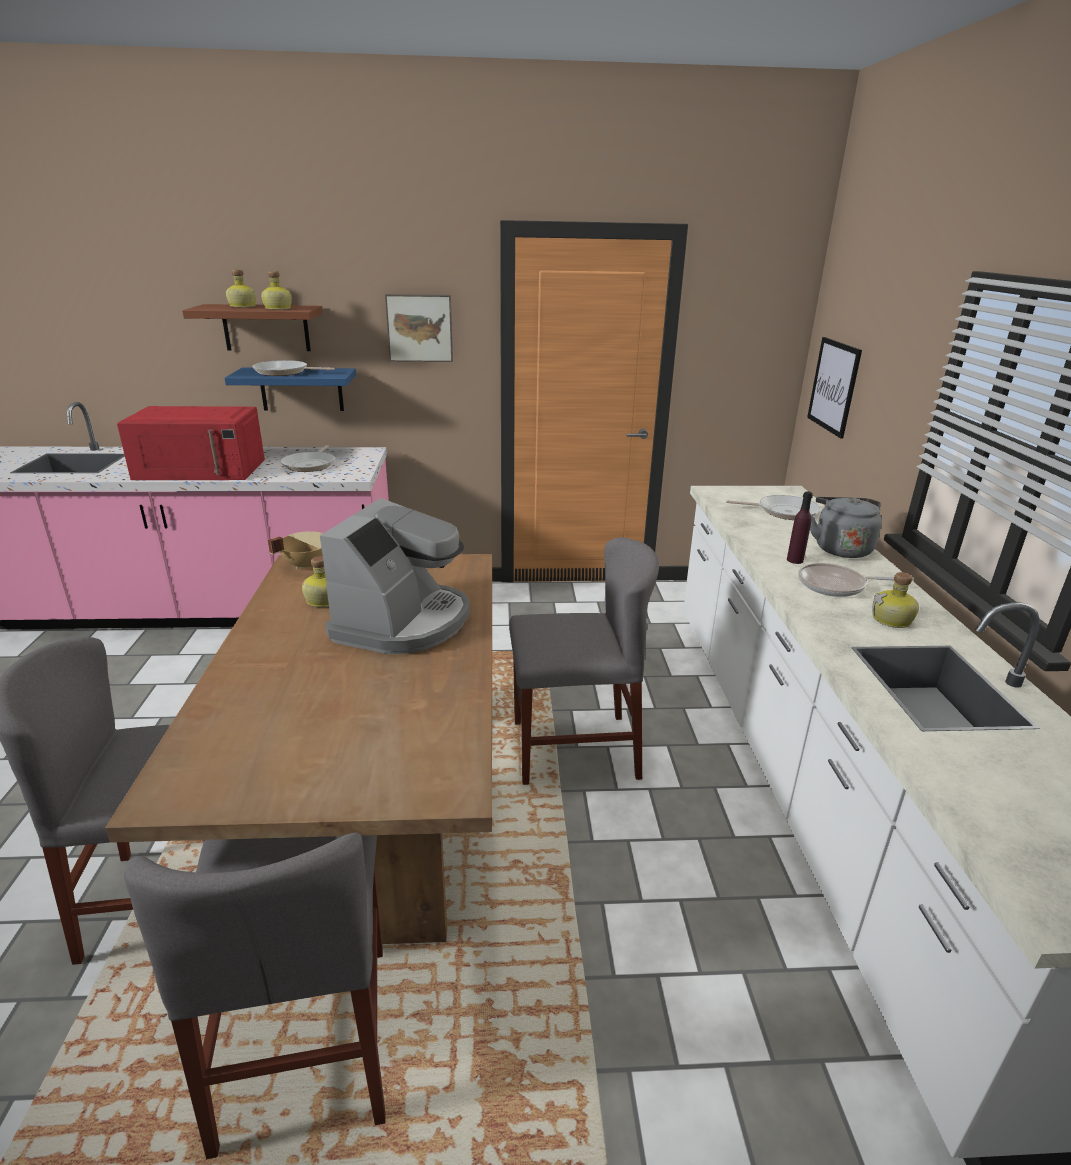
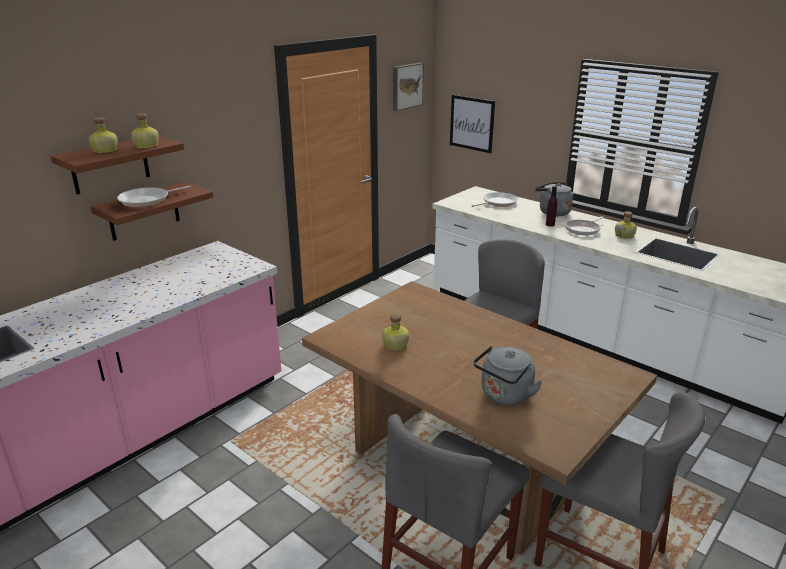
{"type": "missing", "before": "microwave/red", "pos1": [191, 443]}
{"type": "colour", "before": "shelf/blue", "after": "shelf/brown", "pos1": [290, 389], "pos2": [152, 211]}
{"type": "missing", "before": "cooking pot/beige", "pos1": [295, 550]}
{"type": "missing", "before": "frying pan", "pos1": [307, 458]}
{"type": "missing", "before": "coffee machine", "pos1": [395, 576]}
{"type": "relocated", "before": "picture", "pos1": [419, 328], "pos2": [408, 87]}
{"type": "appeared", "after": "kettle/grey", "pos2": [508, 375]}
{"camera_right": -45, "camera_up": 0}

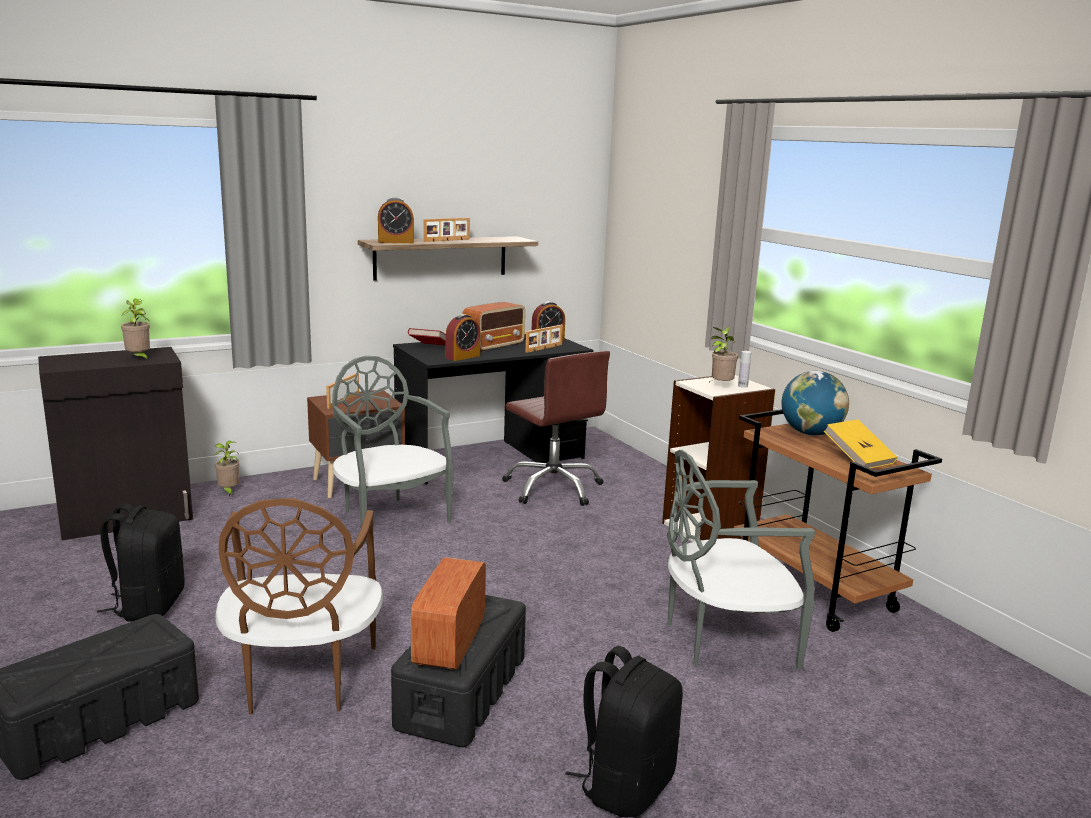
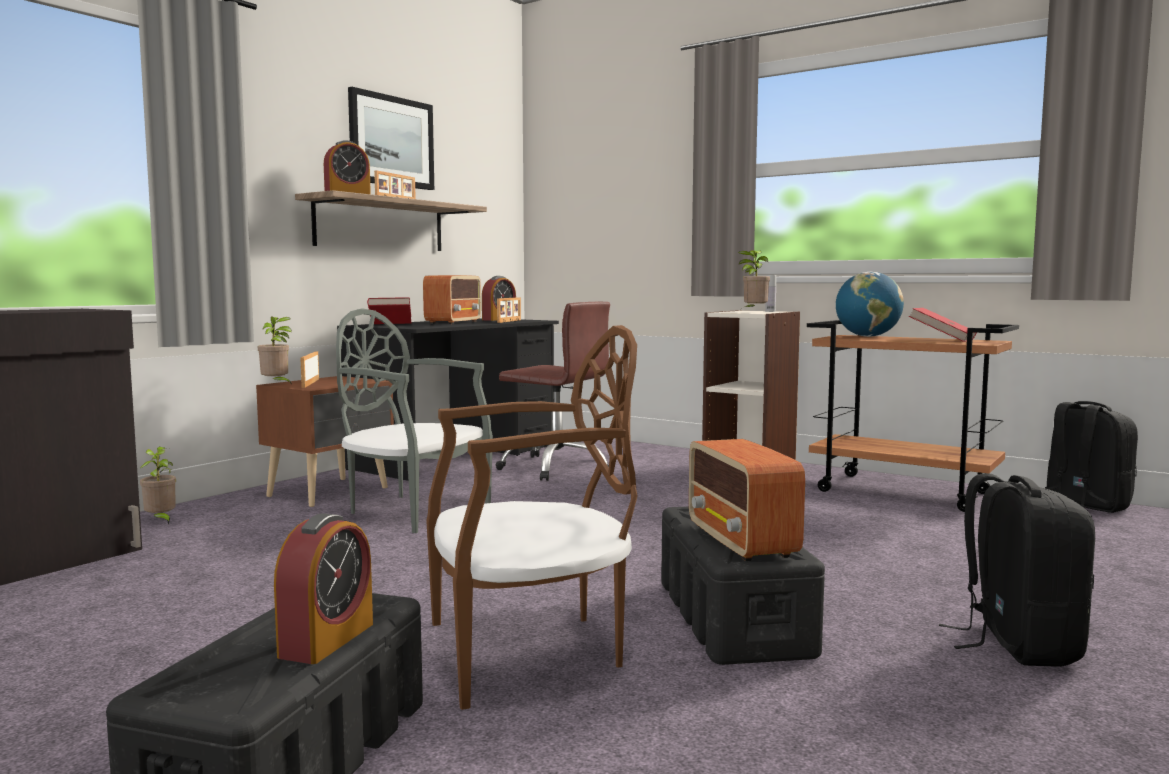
{"type": "relocated", "before": "backpack/black", "pos1": [141, 562], "pos2": [1091, 457]}
{"type": "relocated", "before": "potted plant", "pos1": [135, 329], "pos2": [275, 350]}
{"type": "spun", "before": "chair/brown", "pos1": [299, 606], "pos2": [532, 517], "turn": -75}
{"type": "relocated", "before": "alarm clock", "pos1": [463, 337], "pos2": [323, 588]}
{"type": "missing", "before": "chair/grey", "pos1": [741, 560]}
{"type": "colour", "before": "book/yellow", "after": "book/red", "pos1": [860, 444], "pos2": [942, 325]}
{"type": "appeared", "after": "picture", "pos2": [391, 138]}
{"camera_right": -25, "camera_up": -10}

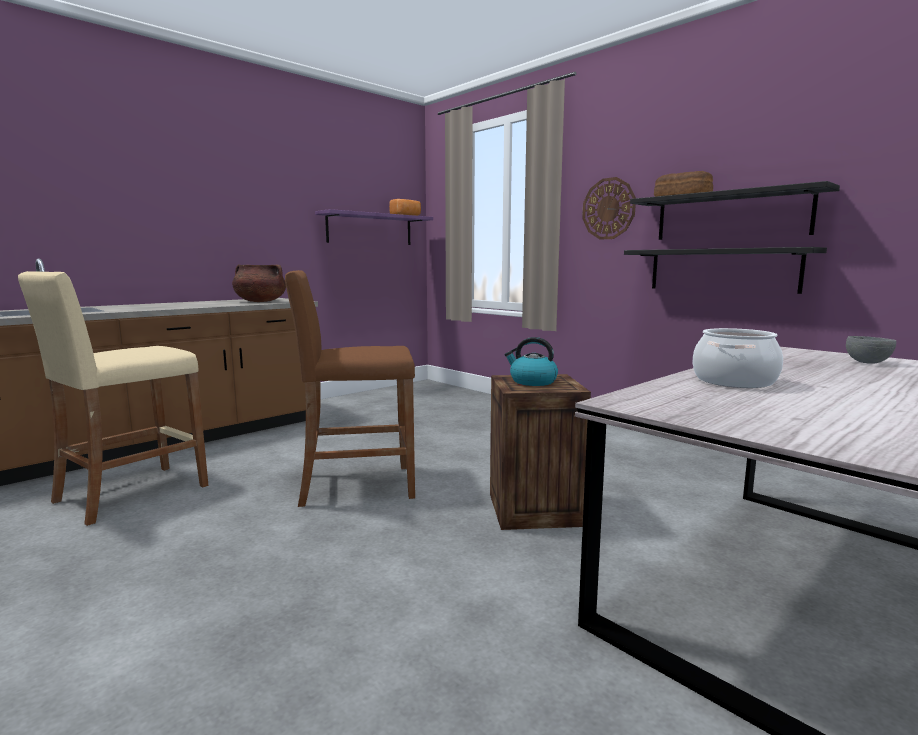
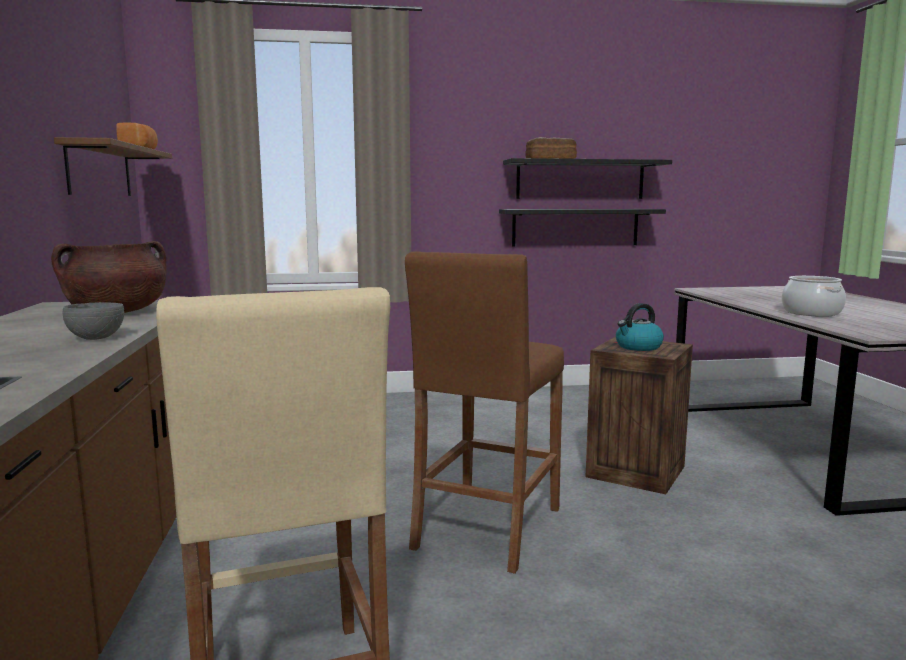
{"type": "colour", "before": "shelf/purple", "after": "shelf/brown", "pos1": [374, 227], "pos2": [113, 166]}
{"type": "missing", "before": "wall clock", "pos1": [609, 208]}
{"type": "relocated", "before": "bowl/grey", "pos1": [871, 350], "pos2": [93, 321]}
{"camera_right": -55, "camera_up": 0}

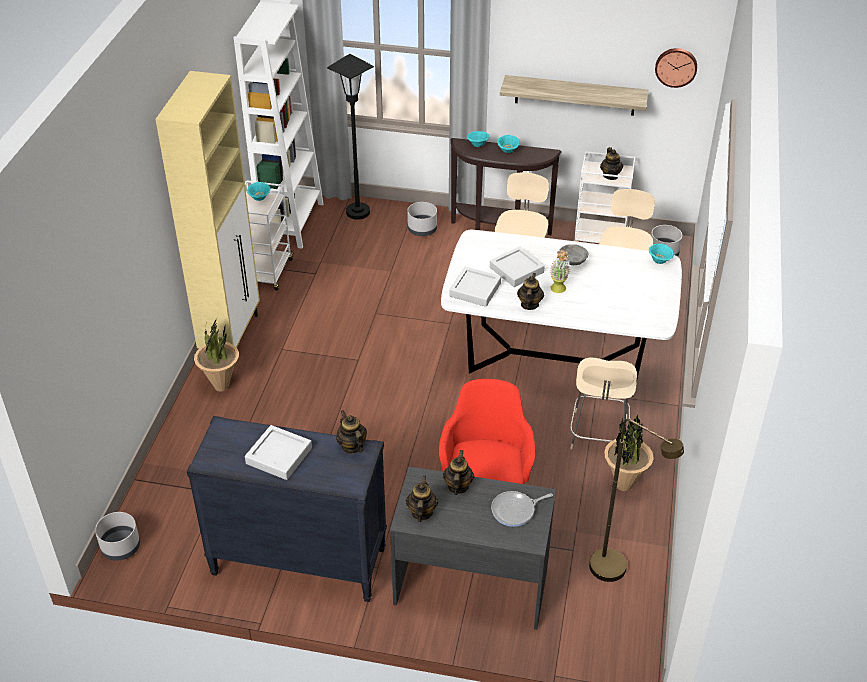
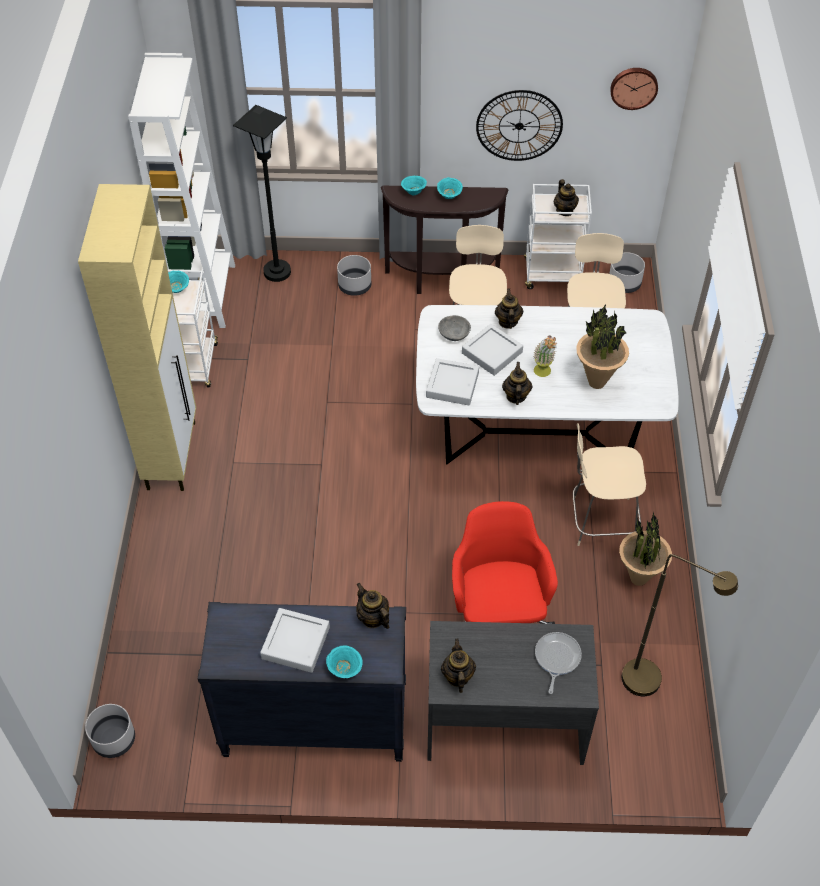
{"type": "relocated", "before": "potted plant", "pos1": [216, 354], "pos2": [602, 347]}
{"type": "relocated", "before": "teapot", "pos1": [459, 472], "pos2": [509, 308]}
{"type": "spun", "before": "frying pan", "pos1": [522, 509], "pos2": [558, 663], "turn": 135}
{"type": "exchanged", "before": "shelf", "after": "wall clock", "pos1": [574, 95], "pos2": [519, 125]}
{"type": "relocated", "before": "bowl/grey", "pos1": [573, 254], "pos2": [454, 328]}
{"type": "spun", "before": "chair/beige", "pos1": [603, 403], "pos2": [609, 484], "turn": 90}
{"type": "relocated", "before": "bowl/turquoise", "pos1": [661, 253], "pos2": [344, 661]}
{"camera_right": -10, "camera_up": 10}

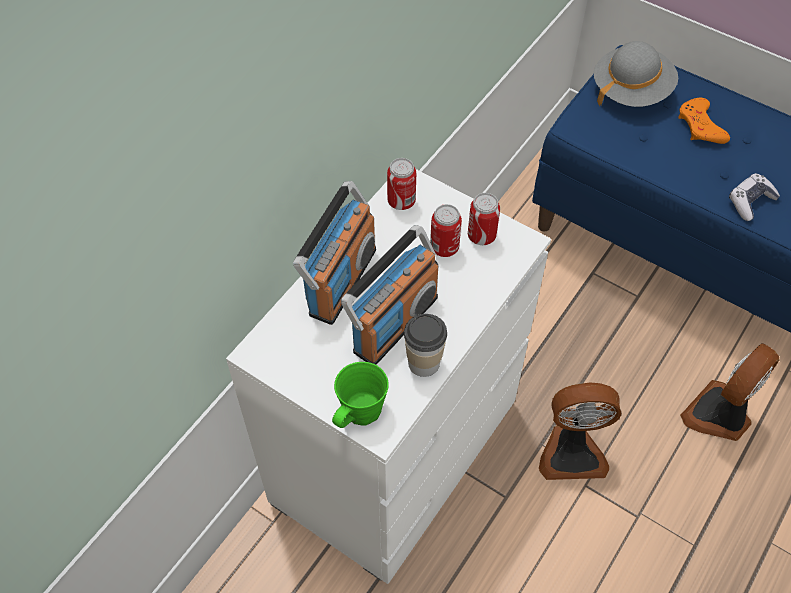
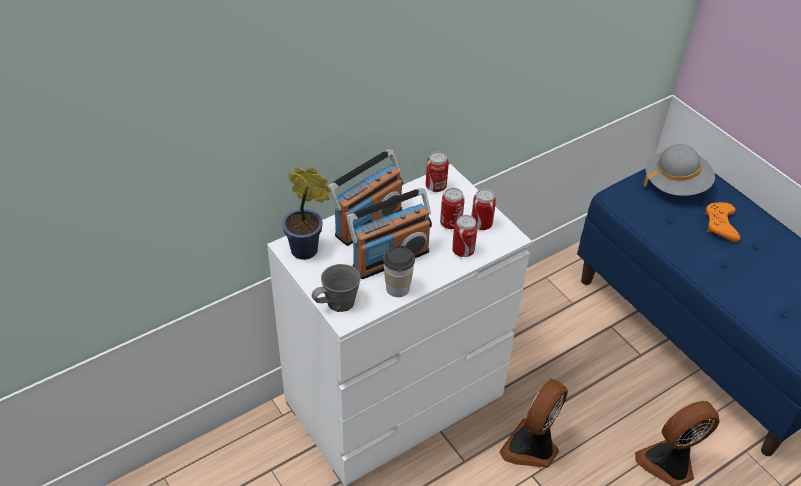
{"type": "colour", "before": "mug/green", "after": "mug/grey", "pos1": [360, 395], "pos2": [336, 288]}
{"type": "spun", "before": "fan", "pos1": [580, 431], "pos2": [533, 423], "turn": 105}
{"type": "missing", "before": "game controller", "pos1": [754, 197]}
{"type": "appeared", "after": "potted plant", "pos2": [306, 213]}
{"type": "appeared", "after": "can", "pos2": [465, 236]}
{"camera_right": 20, "camera_up": -10}

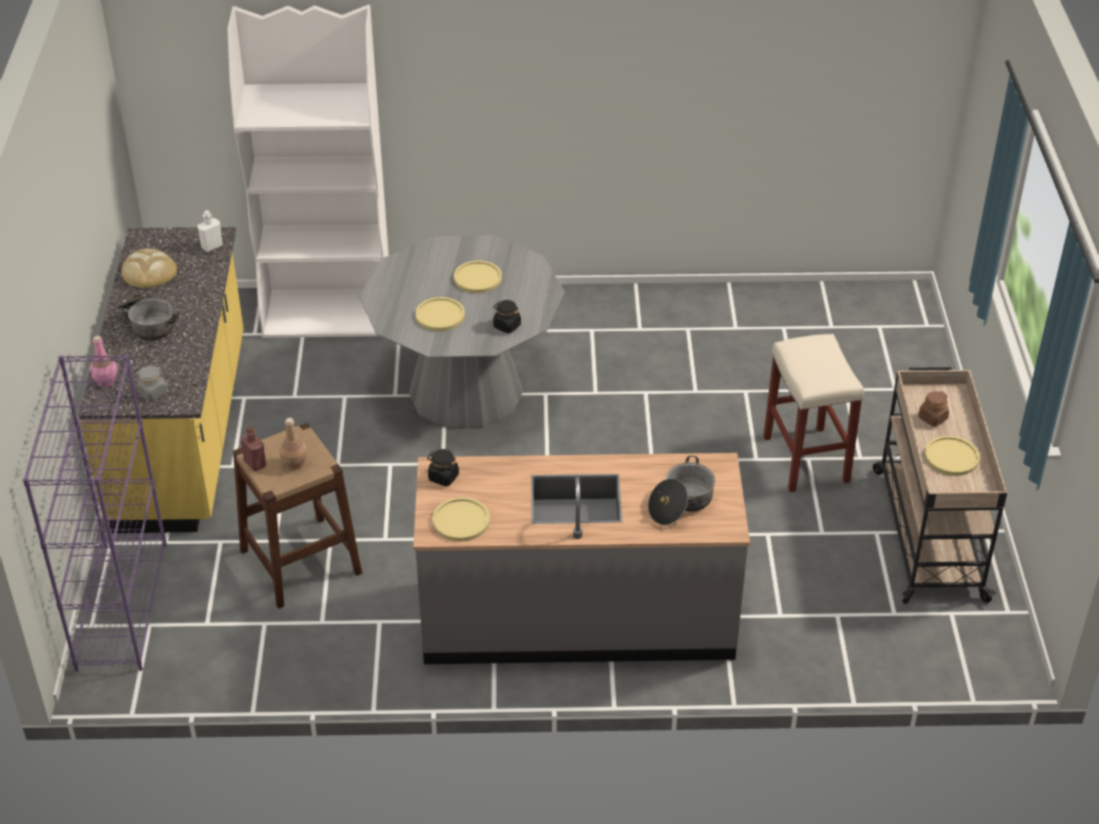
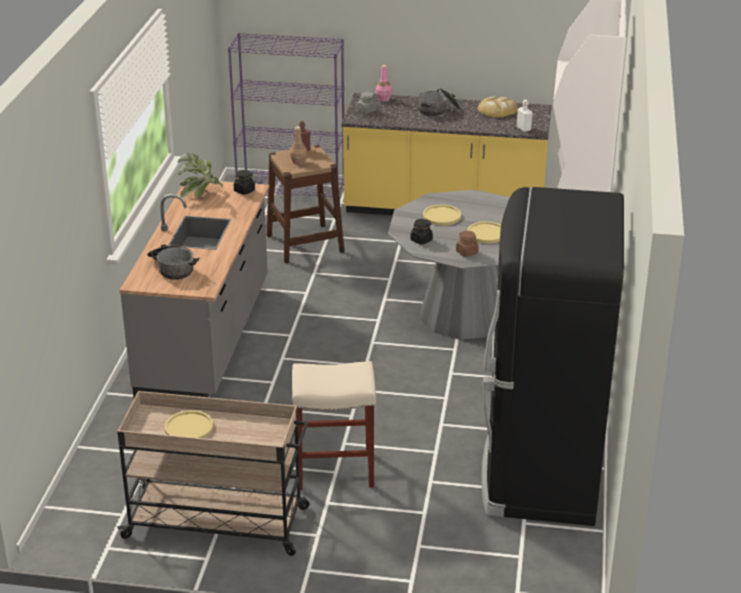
{"type": "exchanged", "before": "plate/yellow", "after": "potted plant", "pos1": [461, 519], "pos2": [200, 175]}
{"type": "relocated", "before": "jar/brown", "pos1": [933, 408], "pos2": [467, 244]}
{"type": "appeared", "after": "fridge/black", "pos2": [553, 356]}
{"camera_right": 100, "camera_up": -10}

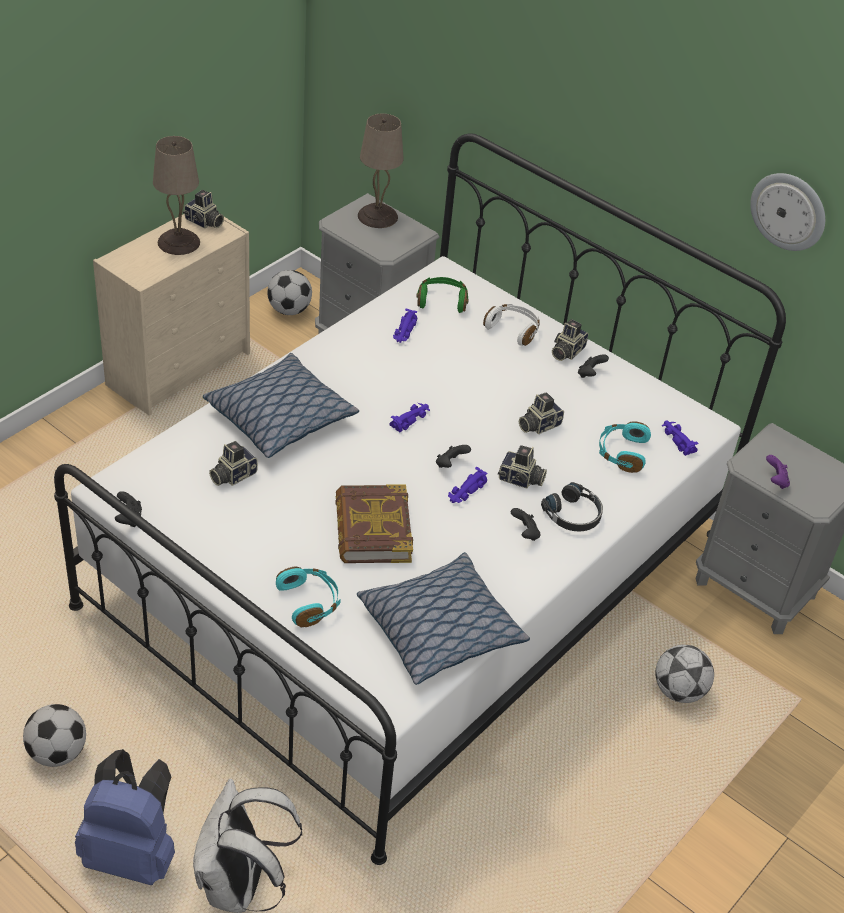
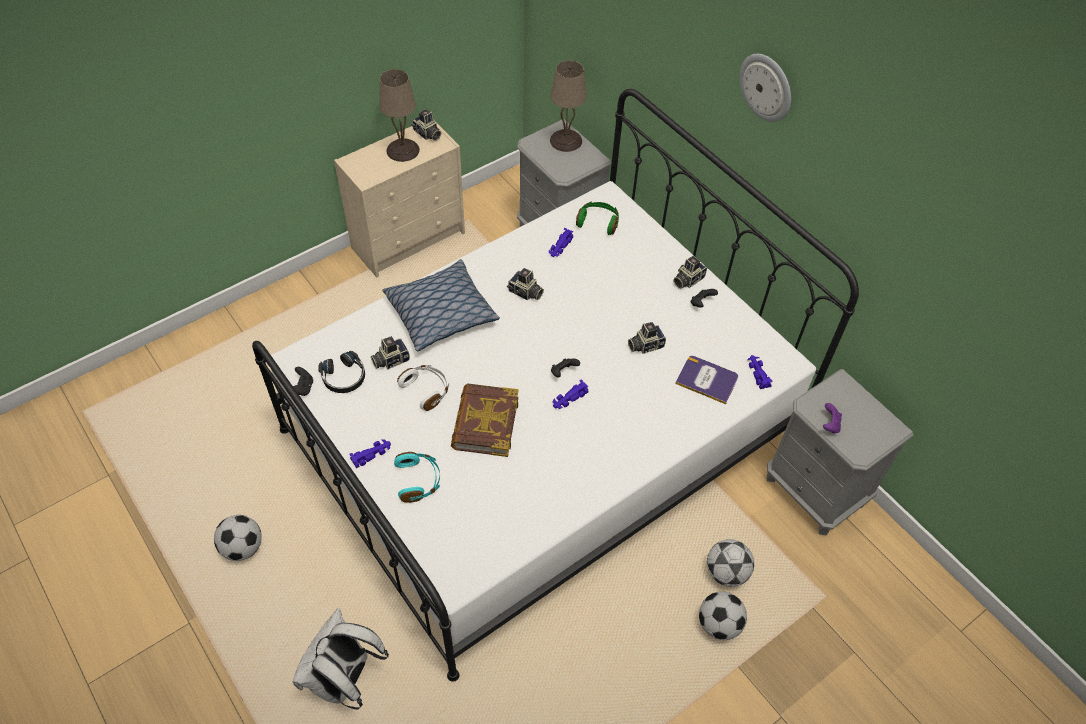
{"type": "missing", "before": "backpack/blue", "pos1": [125, 817]}
{"type": "relocated", "before": "football", "pos1": [289, 292], "pos2": [723, 615]}
{"type": "missing", "before": "pillow", "pos1": [443, 618]}
{"type": "relocated", "before": "toy car/purple", "pos1": [410, 417], "pos2": [370, 453]}
{"type": "relocated", "before": "headphones/white", "pos1": [511, 325], "pos2": [423, 388]}
{"type": "relocated", "before": "photo camera", "pos1": [522, 467], "pos2": [525, 284]}
{"type": "missing", "before": "game controller/black", "pos1": [525, 524]}
{"type": "relocated", "before": "headphones/black", "pos1": [572, 506], "pos2": [341, 372]}
{"type": "exchanged", "before": "headphones/turquoise", "after": "book", "pos1": [625, 447], "pos2": [706, 380]}
{"type": "relocated", "before": "wall clock", "pos1": [787, 212], "pos2": [765, 88]}
{"camera_right": 15, "camera_up": 10}

